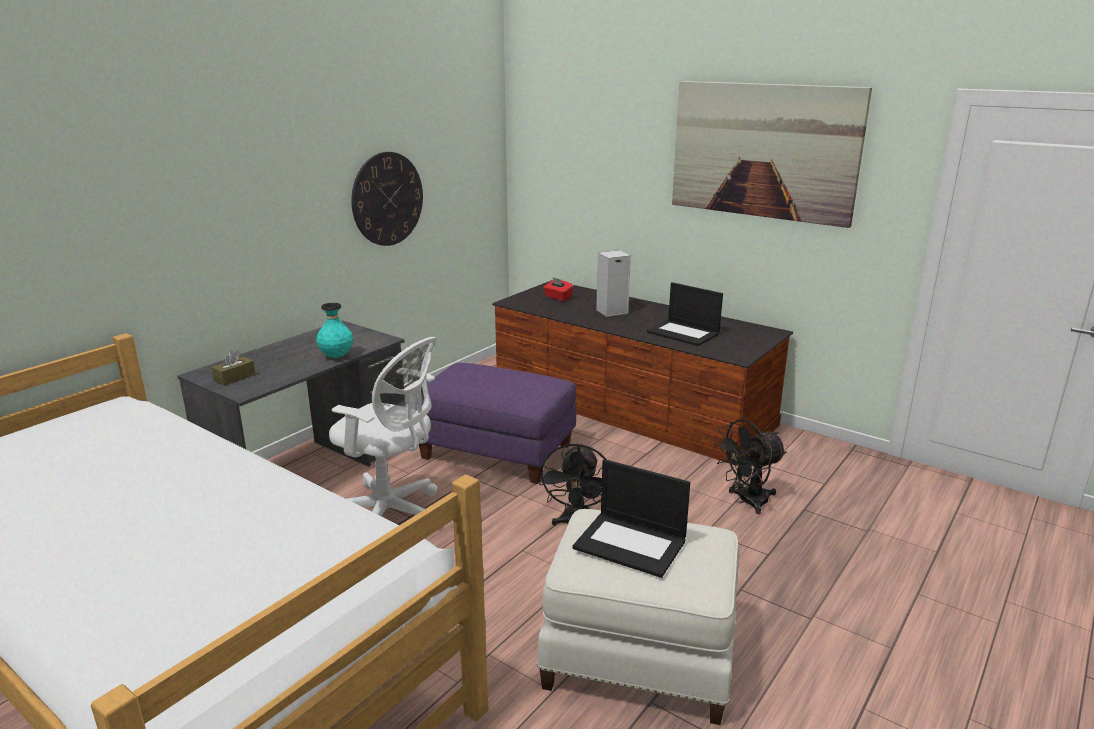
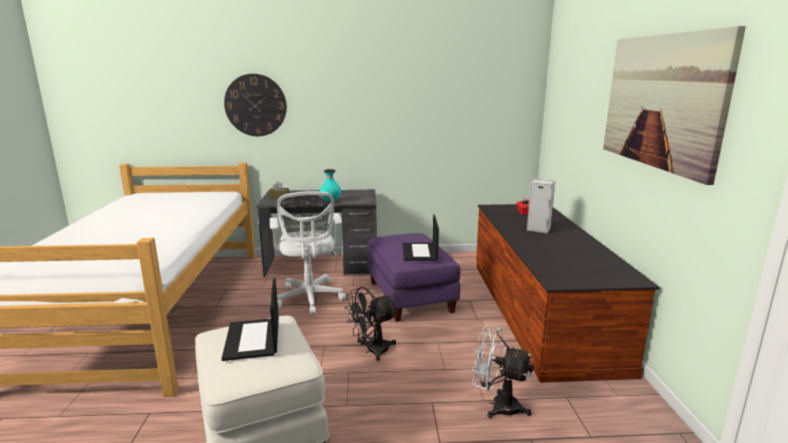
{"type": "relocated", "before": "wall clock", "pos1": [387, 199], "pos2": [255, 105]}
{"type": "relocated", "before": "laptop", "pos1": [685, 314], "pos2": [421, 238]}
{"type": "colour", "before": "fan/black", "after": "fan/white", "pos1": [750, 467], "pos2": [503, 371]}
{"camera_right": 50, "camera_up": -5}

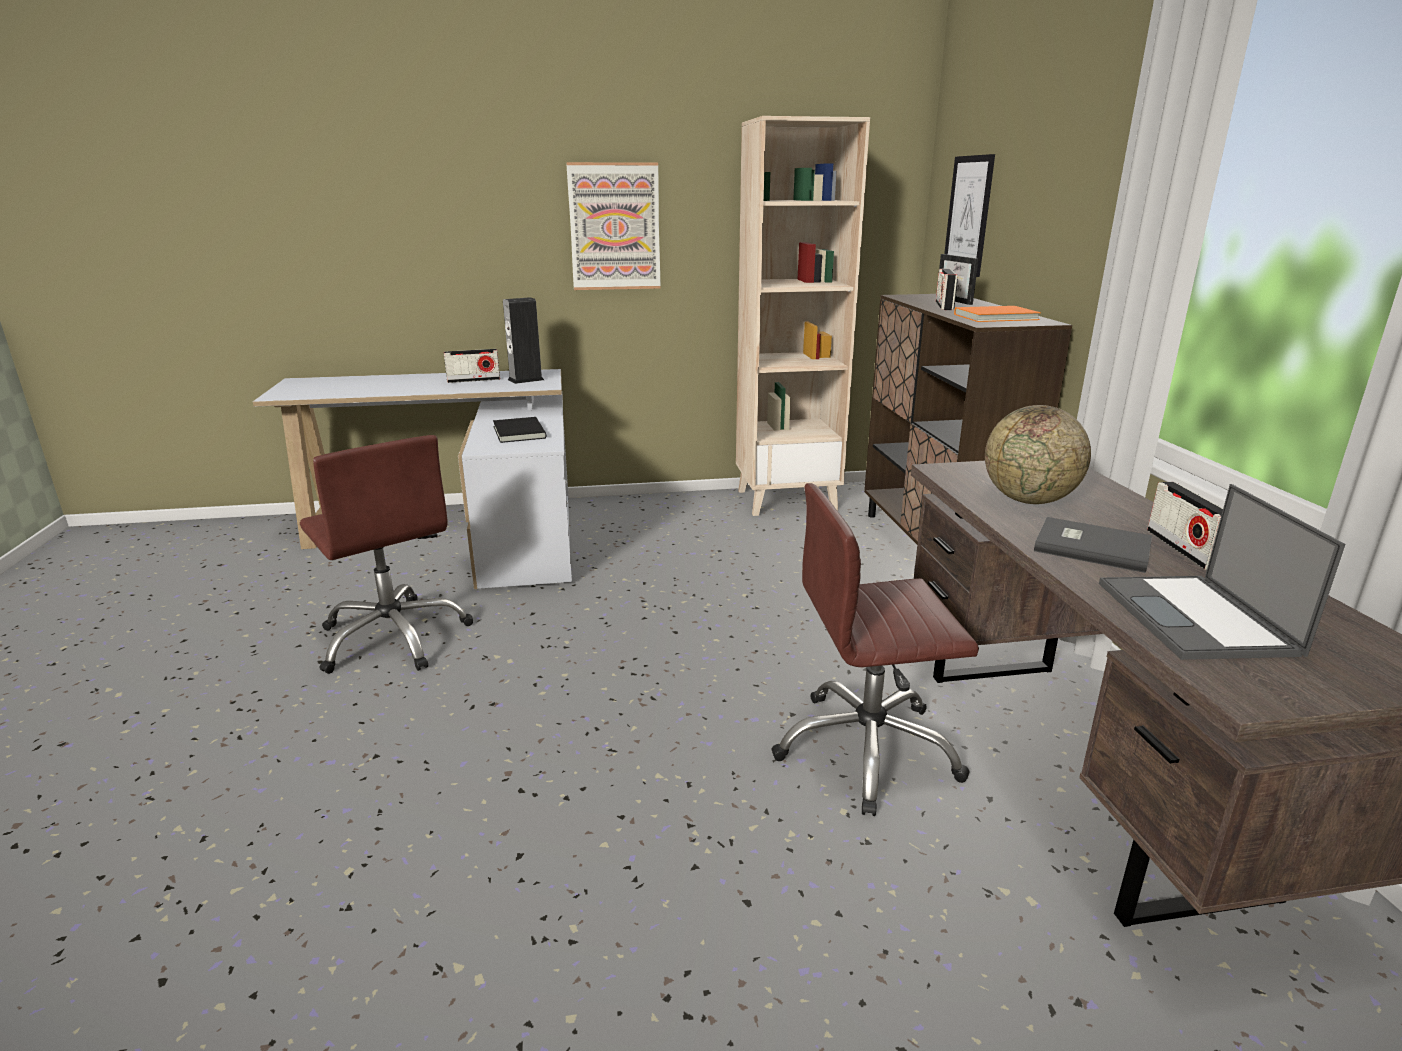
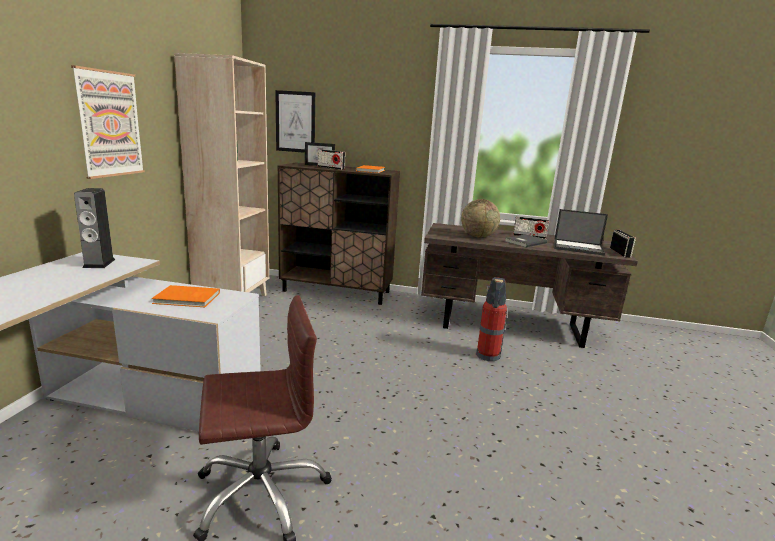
{"type": "relocated", "before": "radio", "pos1": [472, 366], "pos2": [623, 244]}
{"type": "colour", "before": "book/black", "after": "book/orange", "pos1": [520, 430], "pos2": [186, 296]}
{"type": "exchanged", "before": "office chair/brown", "after": "fire extinguisher", "pos1": [875, 649], "pos2": [491, 319]}
{"camera_right": -70, "camera_up": -5}

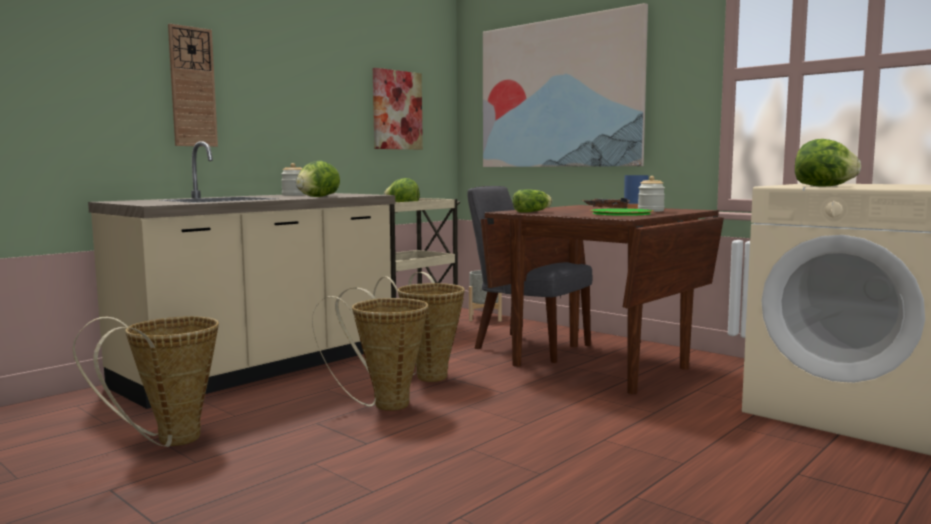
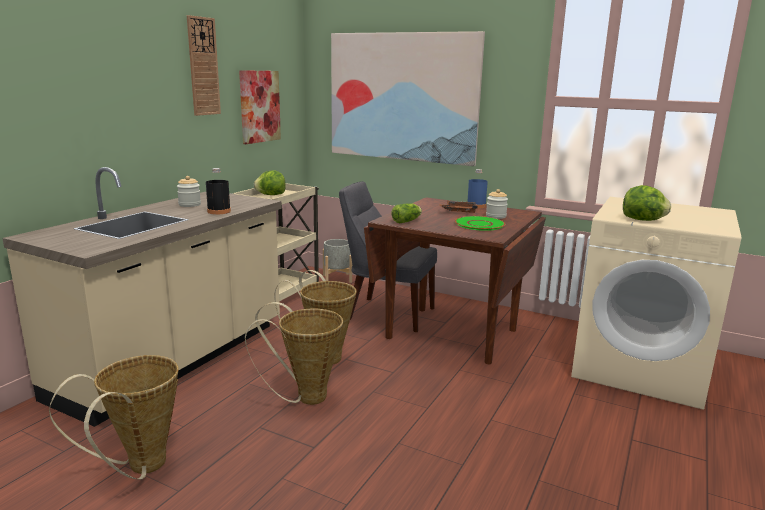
{"type": "relocated", "before": "wall clock", "pos1": [193, 85], "pos2": [204, 65]}
{"type": "exchanged", "before": "lettuce", "after": "bottle/black", "pos1": [318, 179], "pos2": [218, 191]}
{"camera_right": -15, "camera_up": 10}

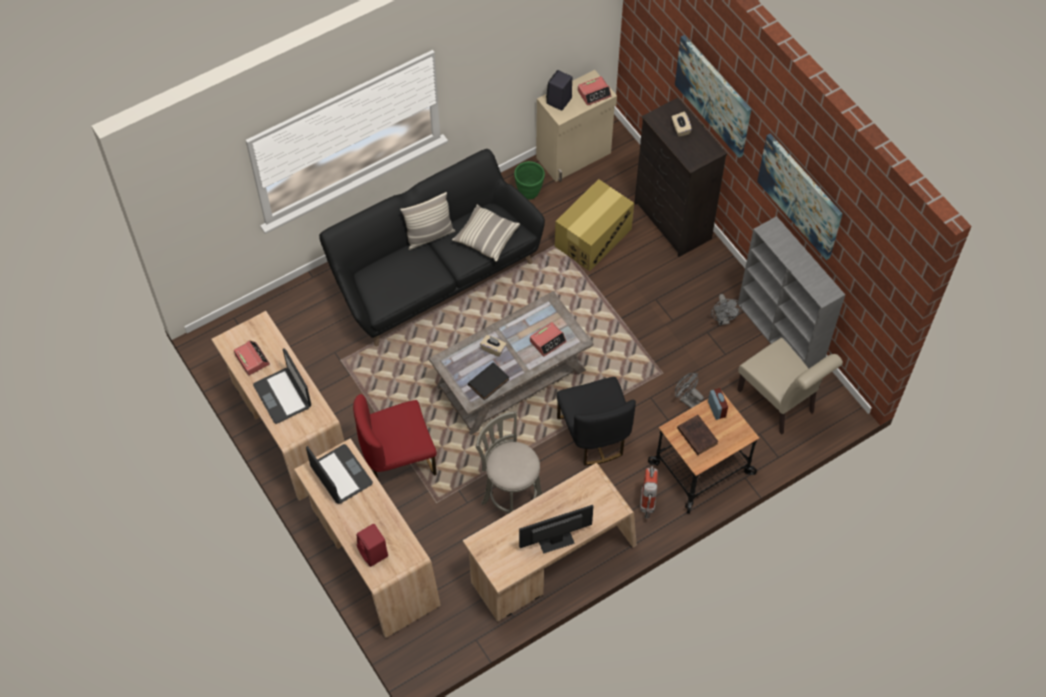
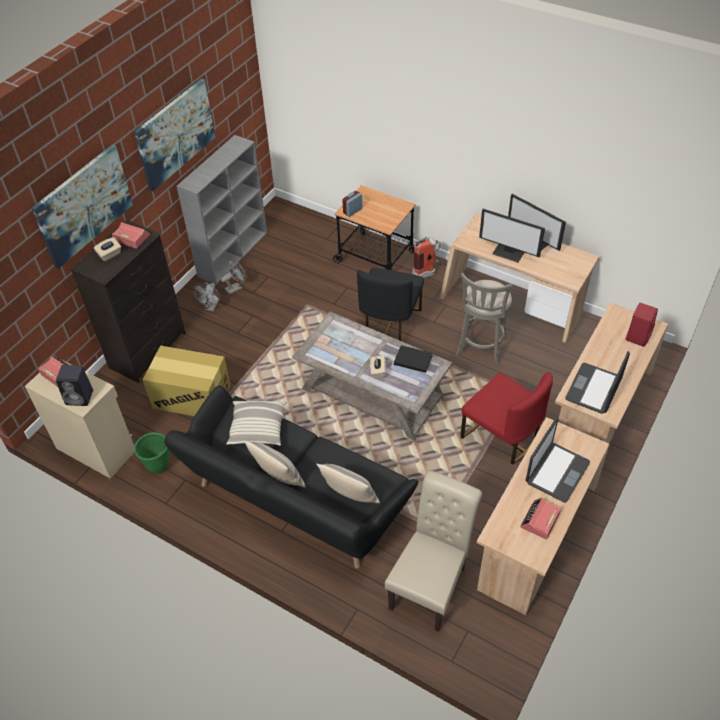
{"type": "relocated", "before": "alarm clock", "pos1": [548, 339], "pos2": [131, 235]}
{"type": "spun", "before": "chair/black", "pos1": [596, 421], "pos2": [390, 304], "turn": 150}
{"type": "relocated", "before": "fan/grey", "pos1": [689, 390], "pos2": [206, 296]}
{"type": "missing", "before": "book/brown", "pos1": [698, 435]}
{"type": "relocated", "before": "chair/beige", "pos1": [790, 386], "pos2": [433, 551]}
{"type": "appeared", "after": "pillow", "pos2": [348, 483]}
{"type": "appeared", "after": "monitor", "pos2": [512, 236]}
{"camera_right": -115, "camera_up": -10}

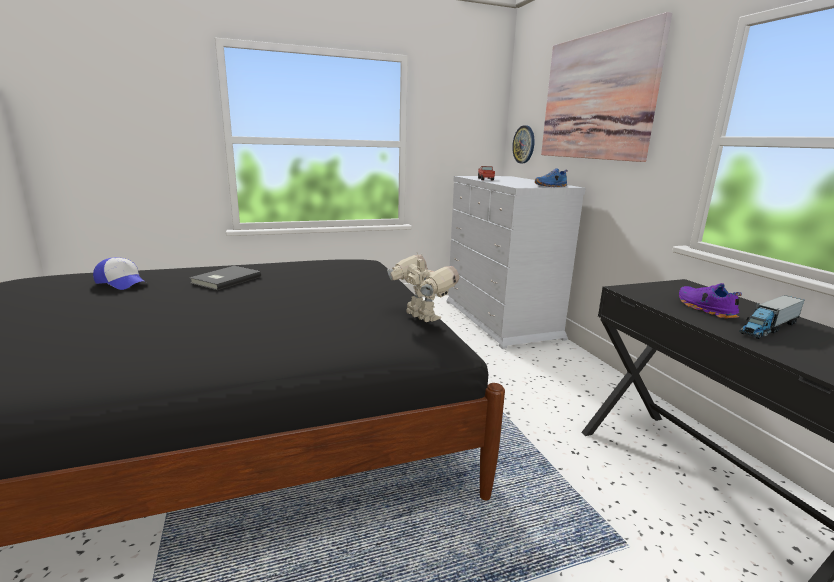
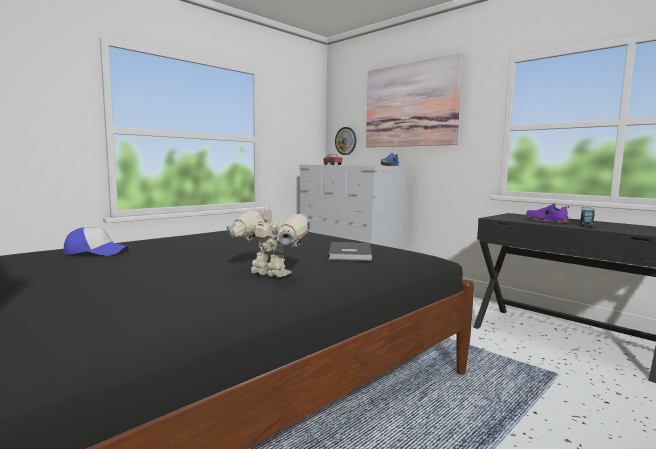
{"type": "relocated", "before": "book/grey", "pos1": [225, 278], "pos2": [350, 251]}
{"type": "relocated", "before": "toy robot", "pos1": [423, 287], "pos2": [269, 239]}
{"camera_right": -25, "camera_up": -10}

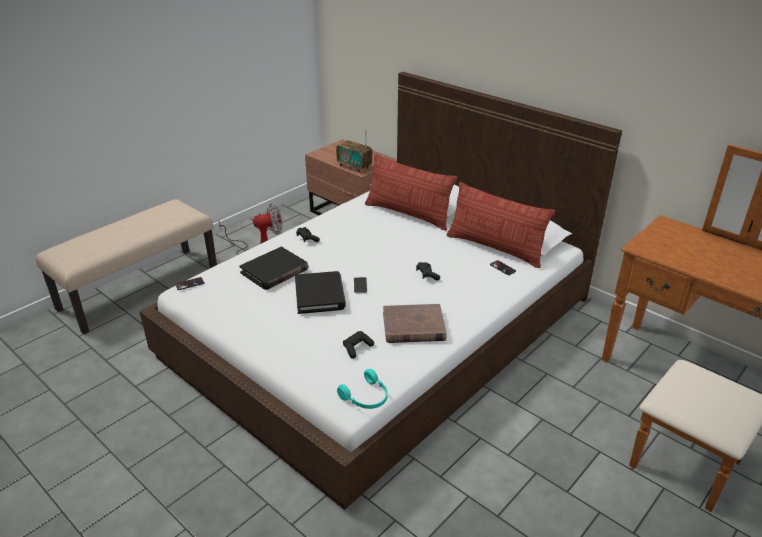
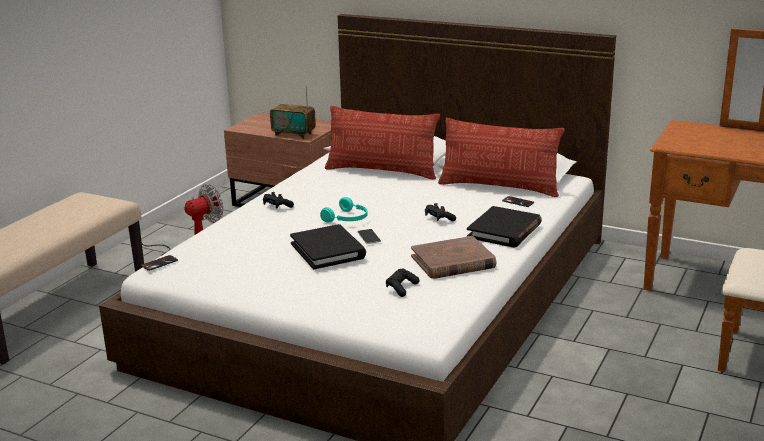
{"type": "relocated", "before": "book/black", "pos1": [273, 268], "pos2": [504, 226]}
{"type": "relocated", "before": "headphones/turquoise", "pos1": [362, 389], "pos2": [343, 209]}
{"camera_right": -15, "camera_up": -10}

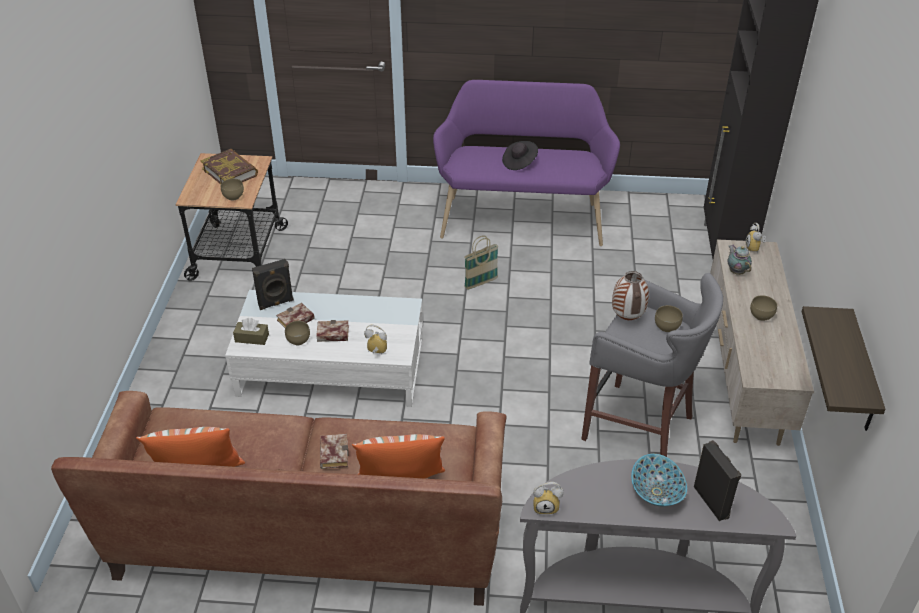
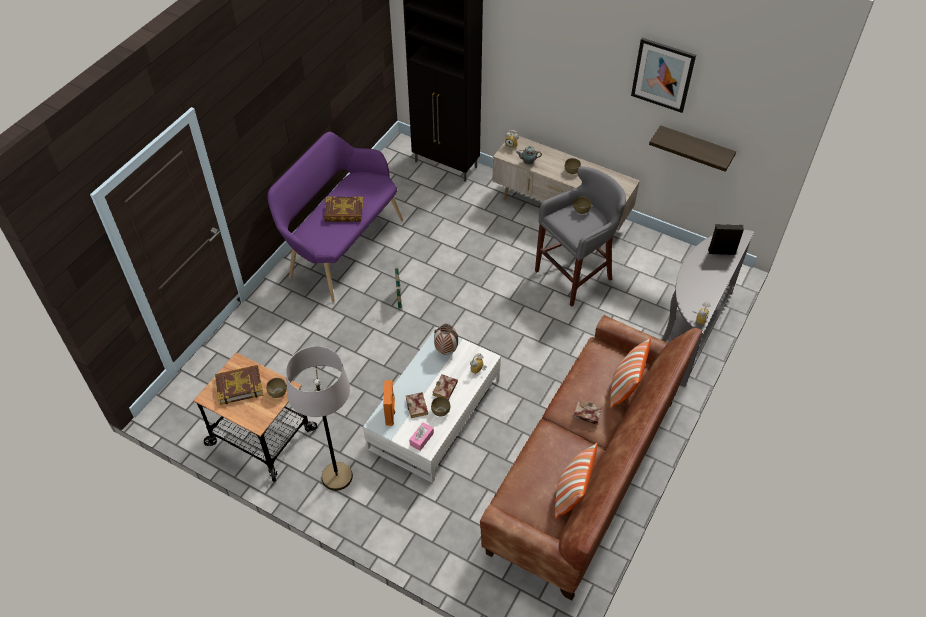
{"type": "colour", "before": "tissue box/brown", "after": "tissue box/pink", "pos1": [251, 331], "pos2": [421, 436]}
{"type": "colour", "before": "speaker/black", "after": "speaker/orange", "pos1": [273, 284], "pos2": [389, 403]}
{"type": "exchanged", "before": "hat/black", "after": "book", "pos1": [520, 155], "pos2": [343, 209]}
{"type": "relocated", "before": "vase", "pos1": [630, 295], "pos2": [446, 339]}
{"type": "missing", "before": "bowl", "pos1": [659, 480]}
{"type": "appeared", "after": "floor lamp/grey", "pos2": [319, 418]}
{"type": "appeared", "after": "picture", "pos2": [663, 75]}
{"camera_right": -65, "camera_up": 10}

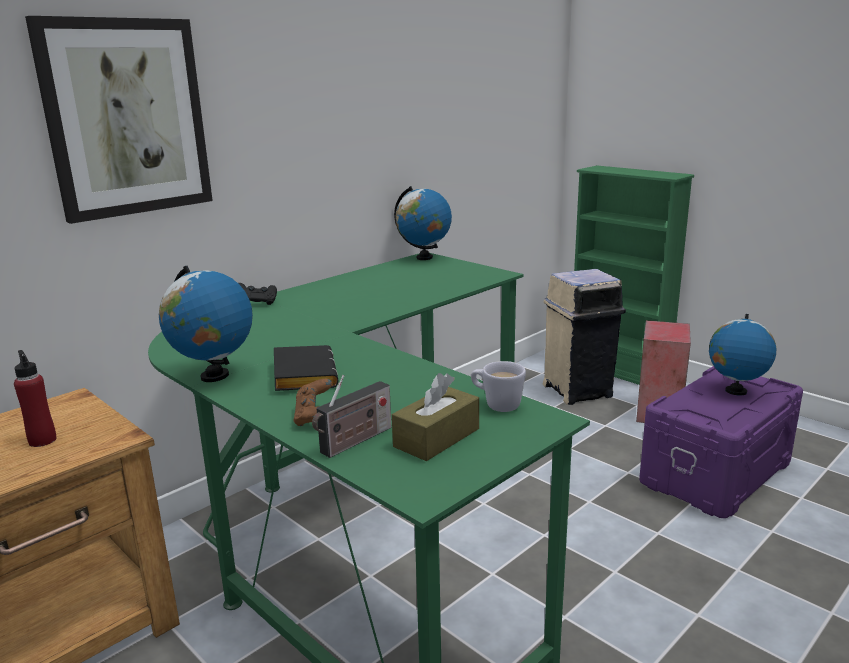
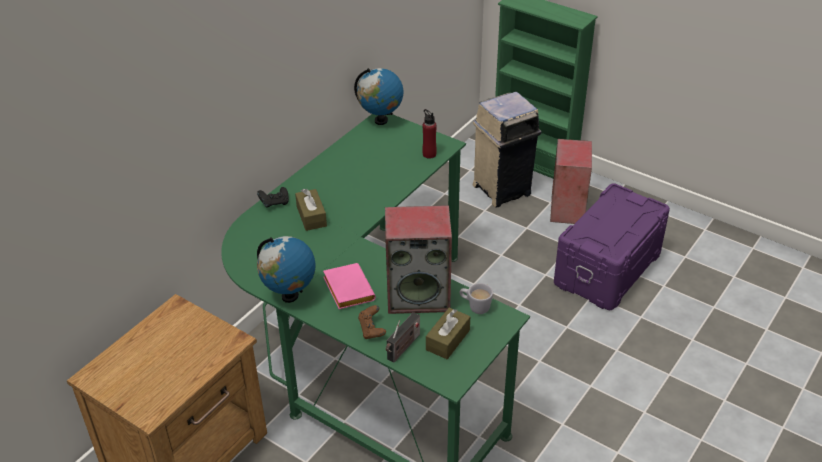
{"type": "relocated", "before": "bottle/red", "pos1": [35, 398], "pos2": [429, 134]}
{"type": "missing", "before": "picture", "pos1": [119, 120]}
{"type": "colour", "before": "book/black", "after": "book/pink", "pos1": [306, 368], "pos2": [349, 286]}
{"type": "missing", "before": "globe", "pos1": [742, 354]}
{"type": "appeared", "after": "tissue box/brown", "pos2": [311, 210]}
{"type": "appeared", "after": "speaker", "pos2": [418, 259]}
{"camera_right": -10, "camera_up": 20}

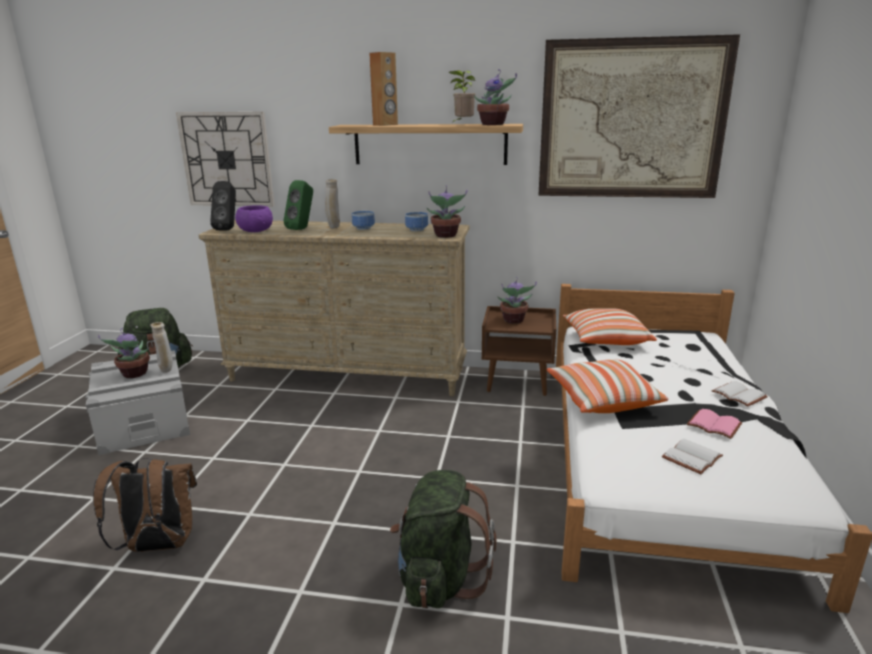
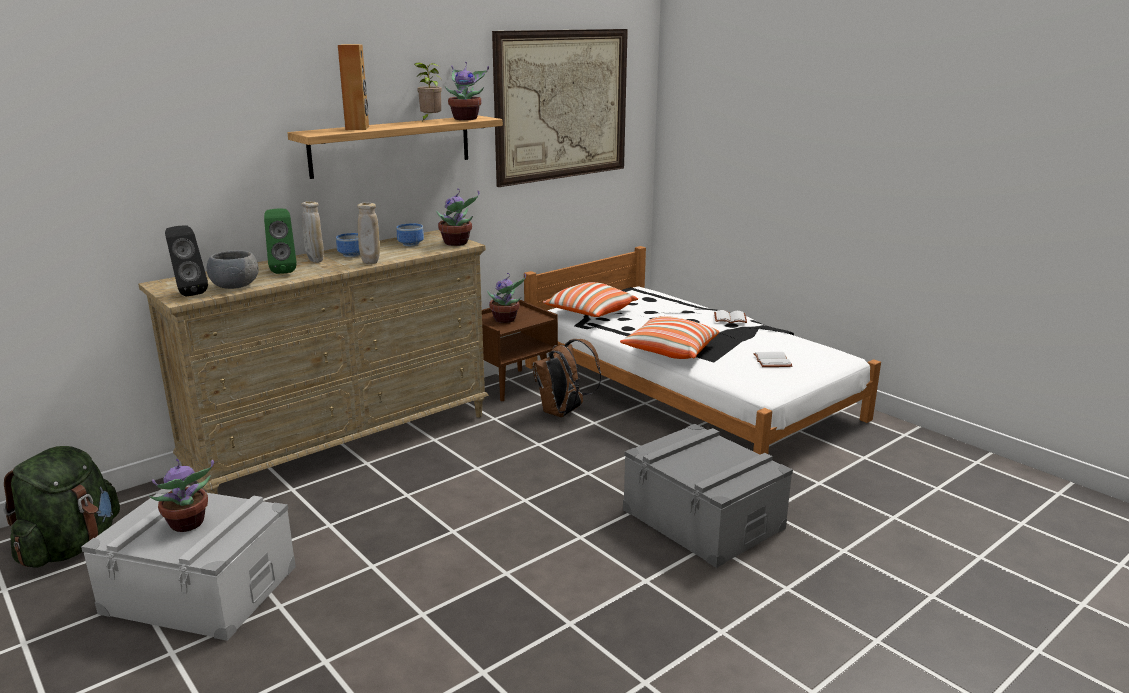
{"type": "relocated", "before": "backpack/brown", "pos1": [145, 505], "pos2": [566, 378]}
{"type": "relocated", "before": "vase/beige", "pos1": [161, 347], "pos2": [368, 233]}
{"type": "missing", "before": "wall clock", "pos1": [225, 159]}
{"type": "colour", "before": "bowl/purple", "after": "bowl/grey", "pos1": [254, 218], "pos2": [233, 269]}
{"type": "exchanged", "before": "backpack/green", "after": "storage box/grey", "pos1": [443, 539], "pos2": [708, 496]}
{"type": "missing", "before": "book/pink", "pos1": [714, 424]}
{"camera_right": -50, "camera_up": 0}

